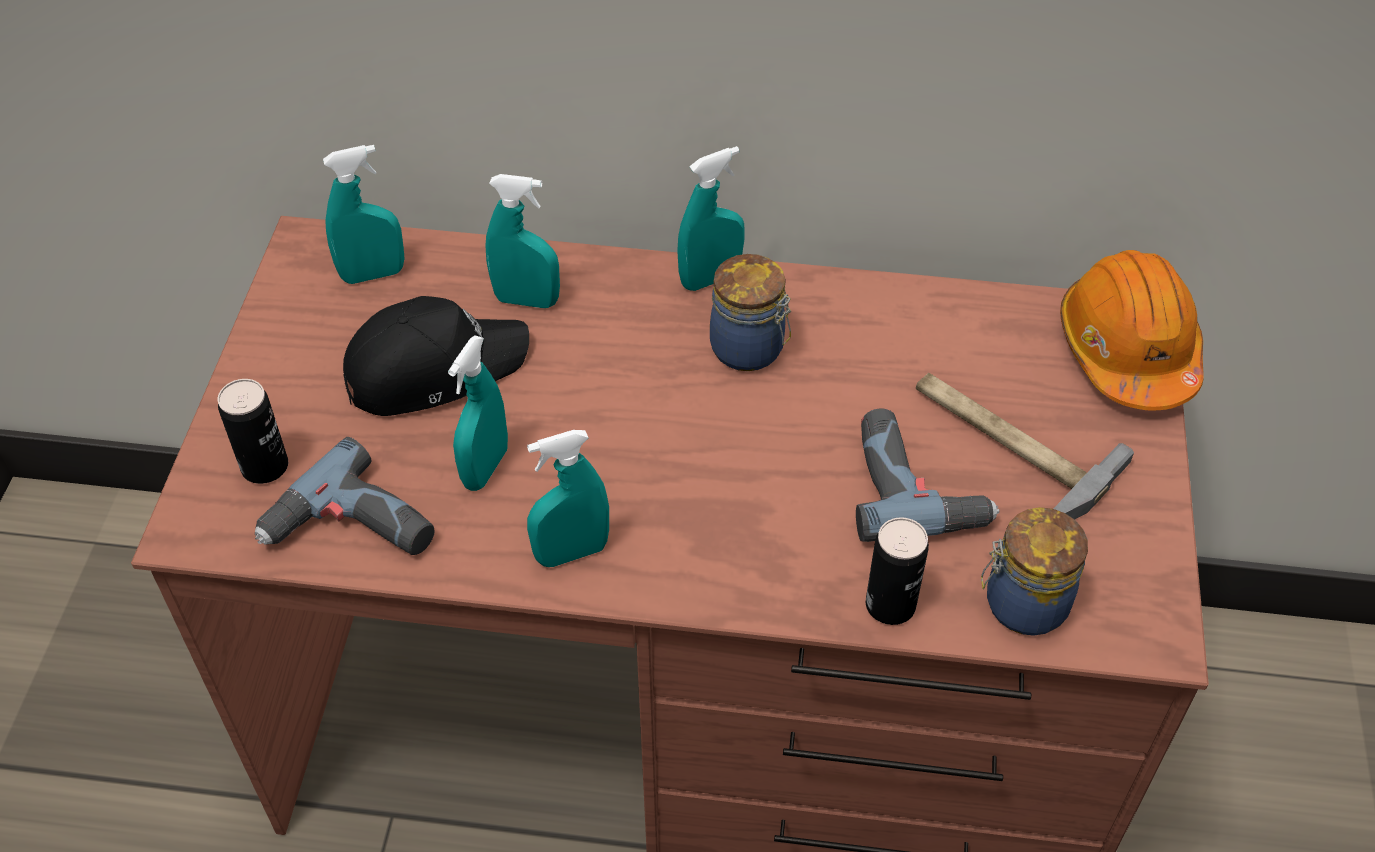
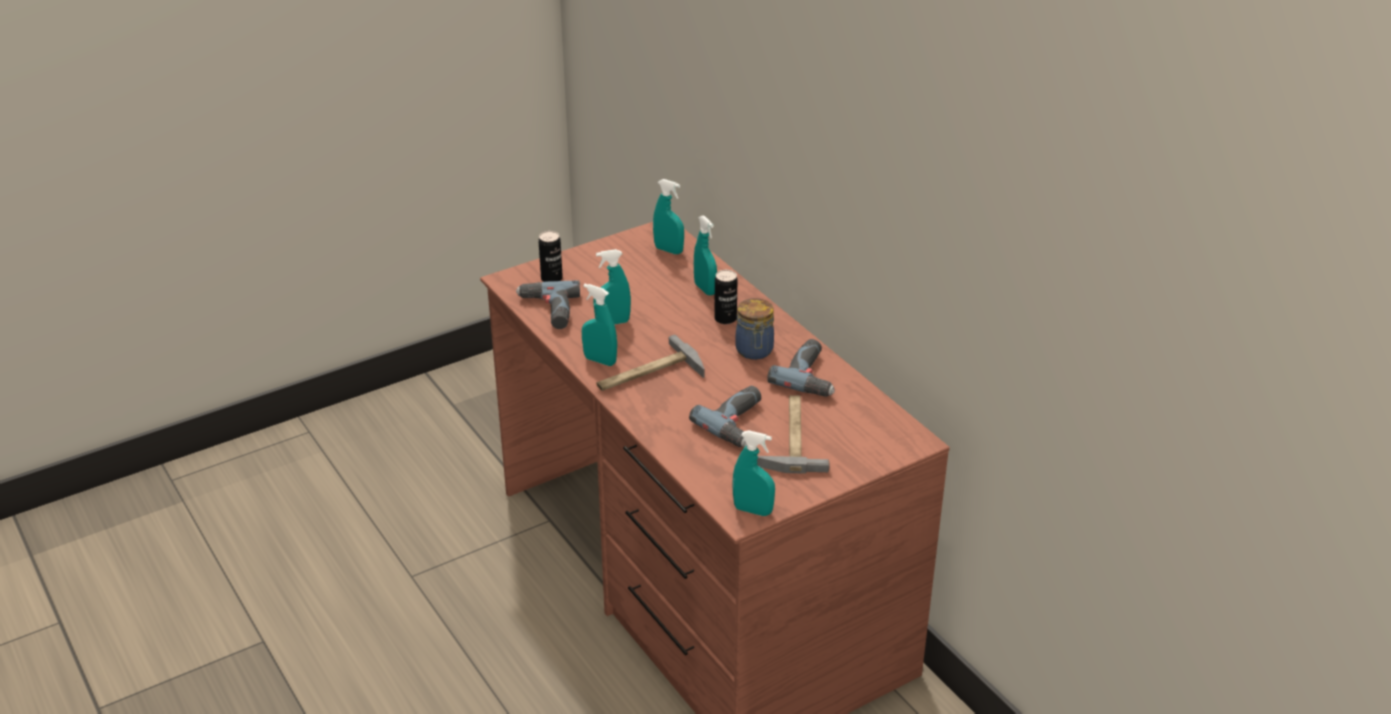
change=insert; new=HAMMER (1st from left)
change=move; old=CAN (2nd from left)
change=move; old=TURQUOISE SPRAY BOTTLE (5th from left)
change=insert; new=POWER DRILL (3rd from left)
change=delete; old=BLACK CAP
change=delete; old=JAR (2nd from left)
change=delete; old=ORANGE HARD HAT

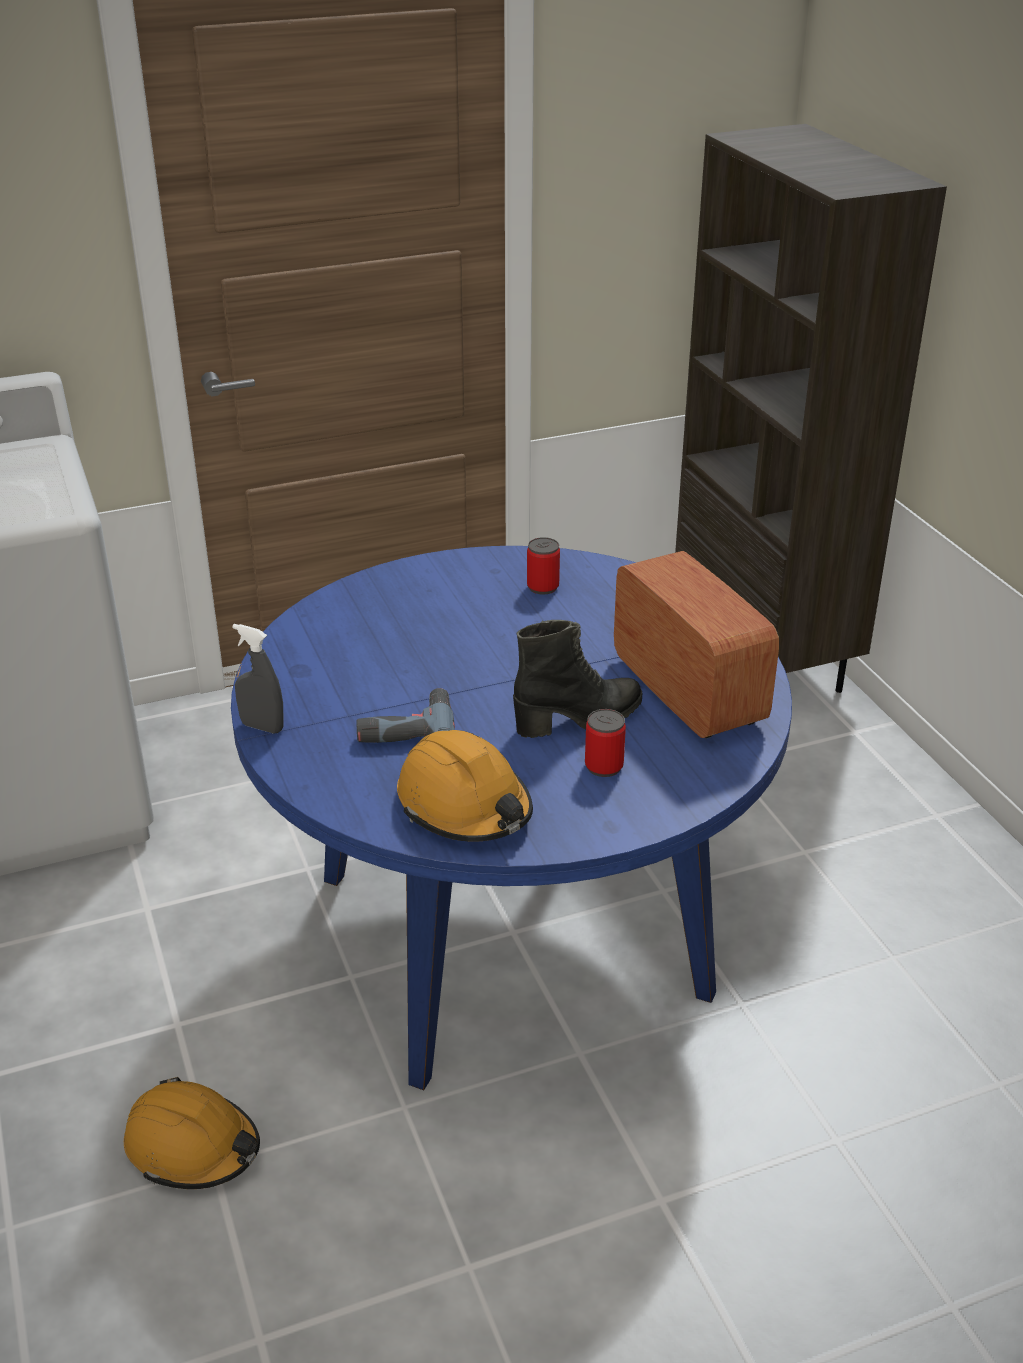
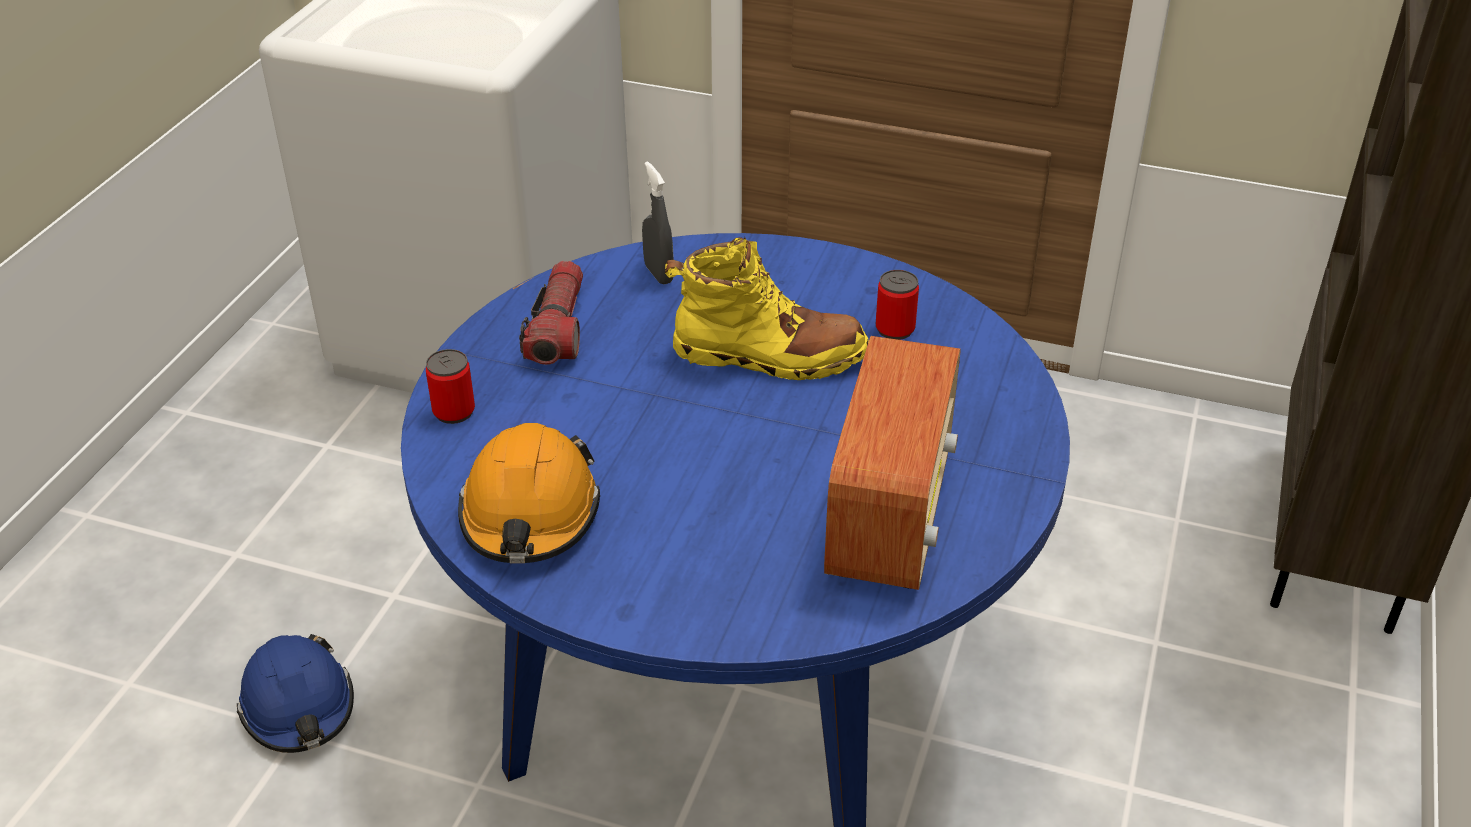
change=recolor; old=ORANGE HARD HAT (1st from left); new=BLUE HARD HAT
change=move; old=CAN (2nd from left in the first image); new=CAN (1st from left)
change=insert; new=FLASHLIGHT
change=move; old=GREY SPRAY BOTTLE
change=insert; new=YELLOW BOOT
change=delete; old=POWER DRILL
change=delete; old=BLACK BOOT

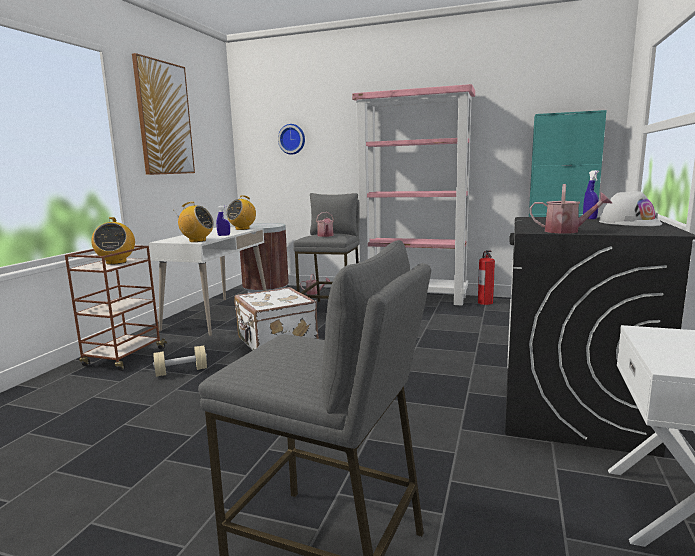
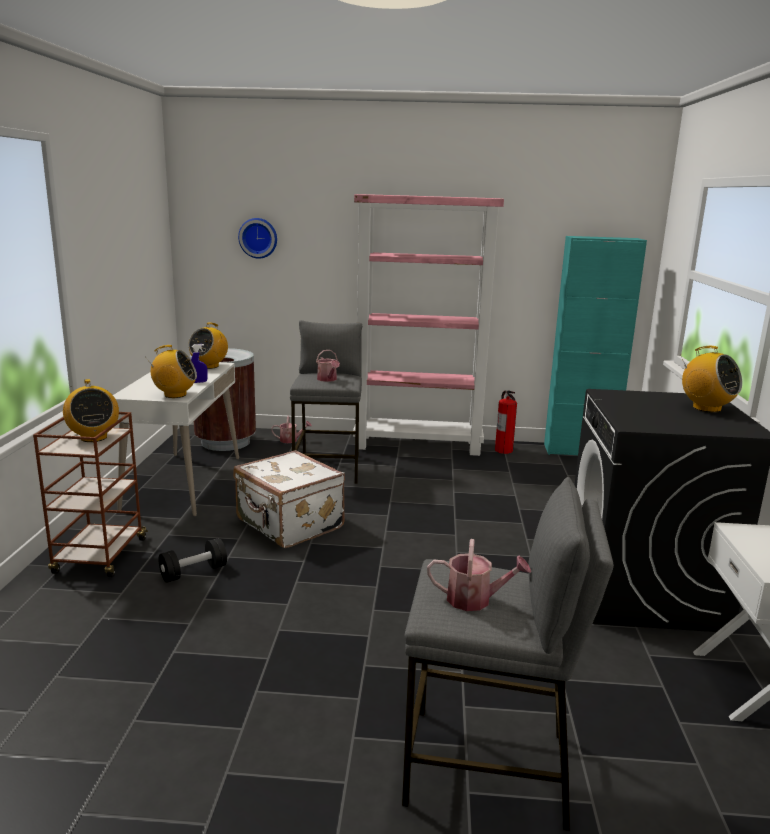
change=recolor; old=BEIGE DUMBBELL; new=BLACK DUMBBELL
change=move; old=WATERING CAN (3rd from left)
change=replace; old=WHITE HARD HAT; new=RADIO (4th from left)
change=delete; old=PICTURE
change=delete; old=BLUE SPRAY BOTTLE (2nd from left)

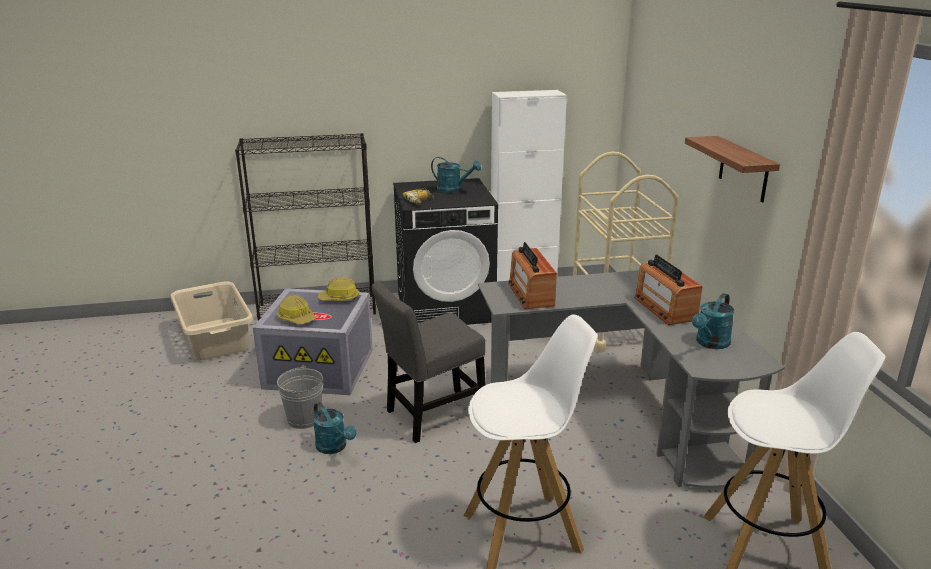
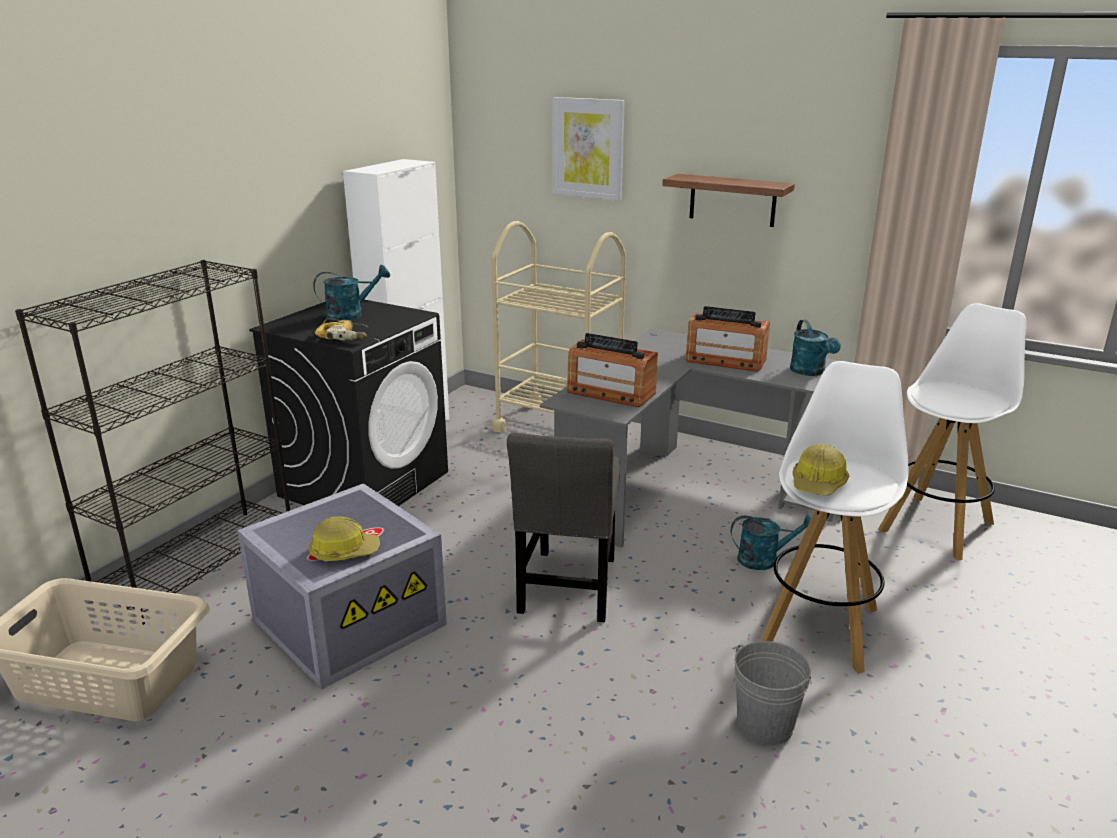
change=insert; new=PICTURE
change=move; old=TURQUOISE WATERING CAN (1st from left in the first image); new=TURQUOISE WATERING CAN (2nd from left)
change=move; old=GREY BUCKET
change=move; old=HARD HAT (2nd from left)

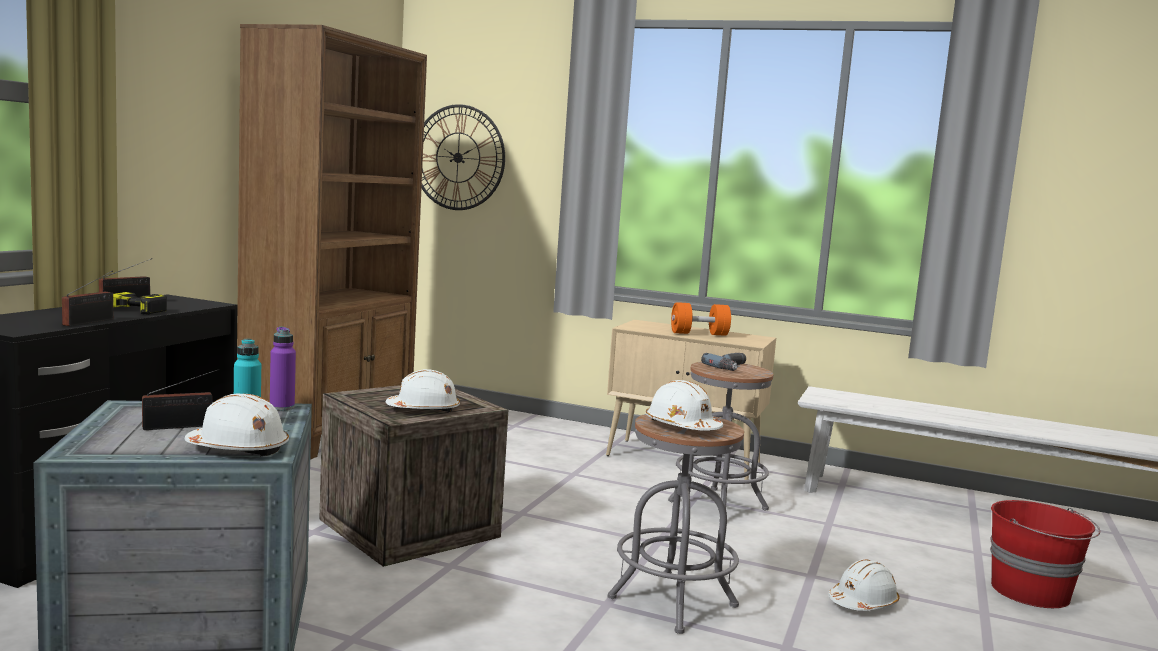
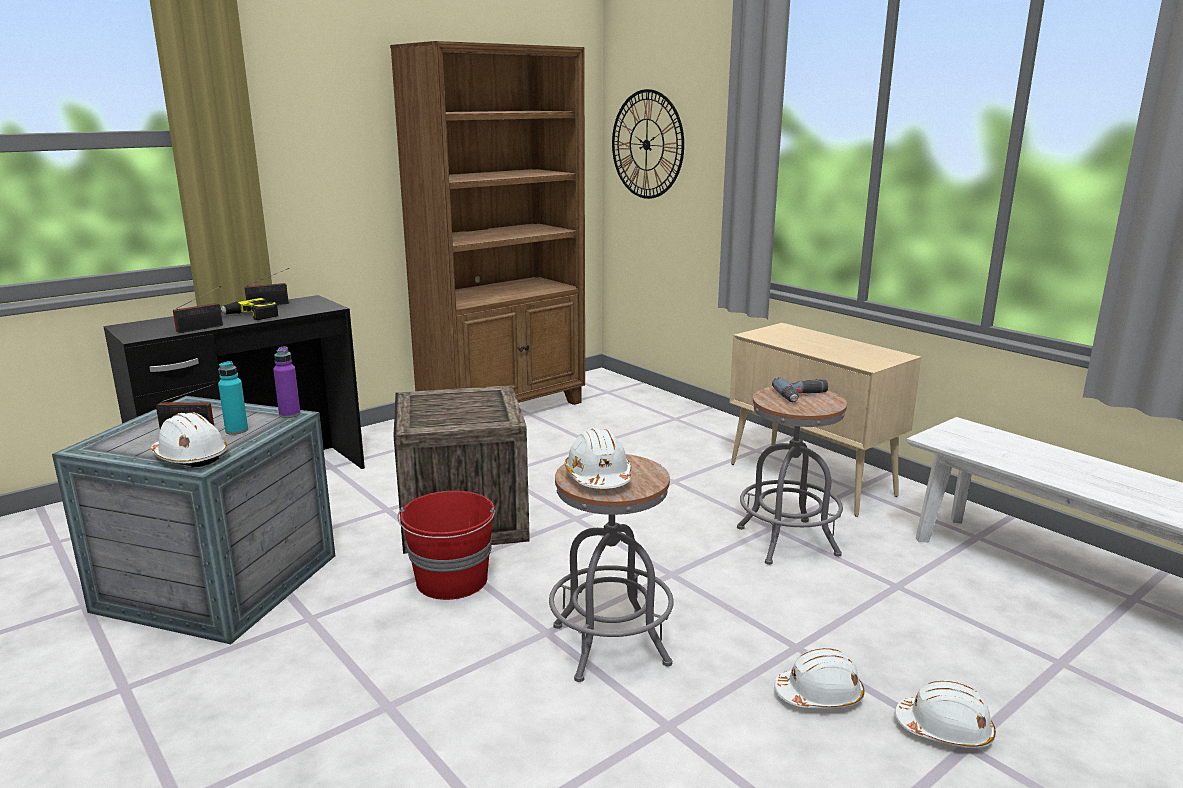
change=move; old=RED BUCKET
change=move; old=WHITE HARD HAT (2nd from left in the first image); new=WHITE HARD HAT (4th from left)
change=delete; old=ORANGE DUMBBELL

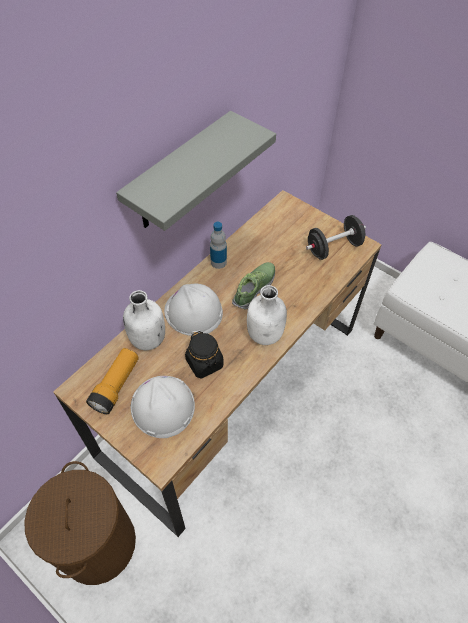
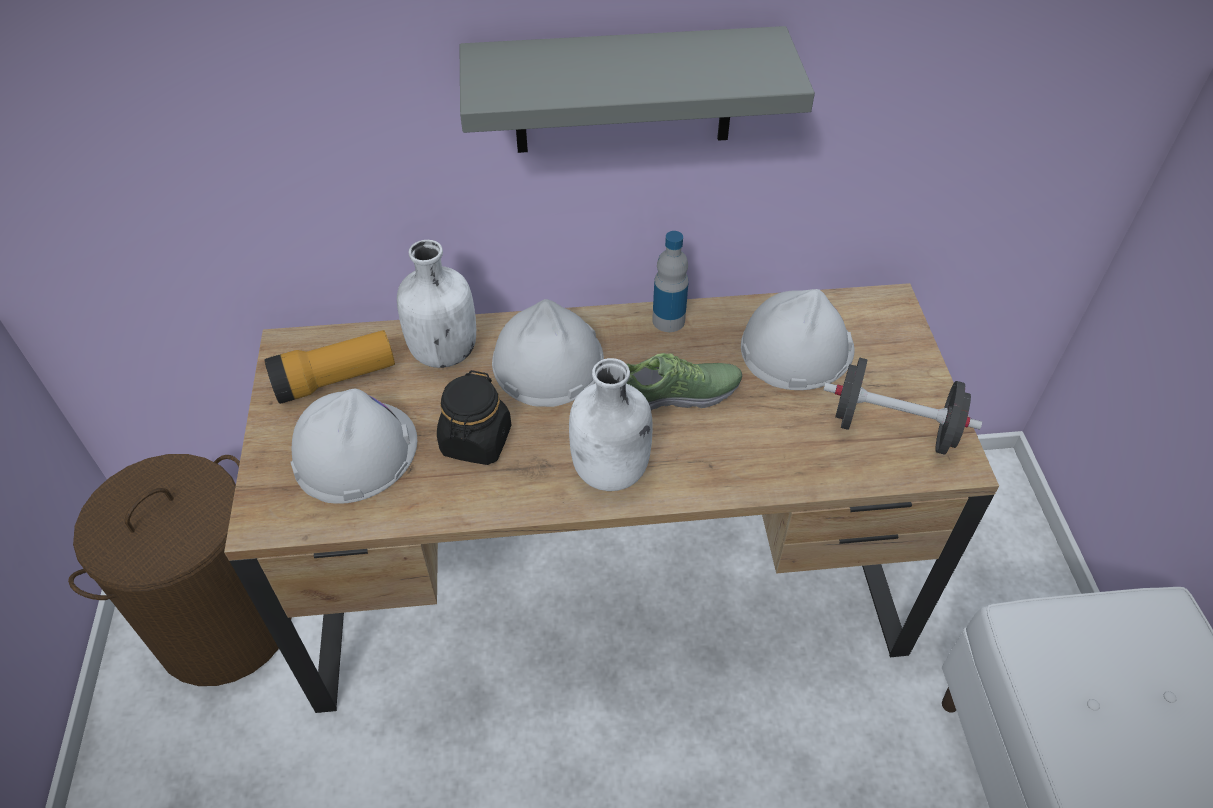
change=insert; new=WHITE HARD HAT (3rd from left)

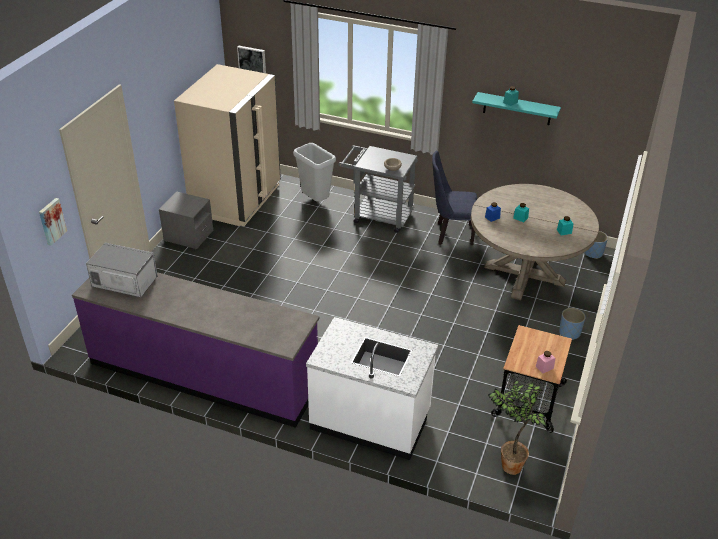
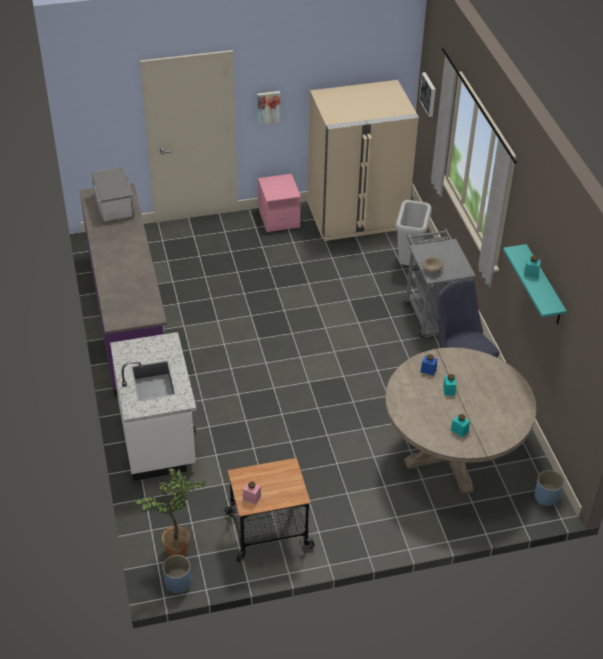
change=move; old=BLUE PLANTER (1st from left)
change=move; old=PICTURE (1st from left)
change=recolor; old=GREY NIGHTSTAND; new=PINK NIGHTSTAND

